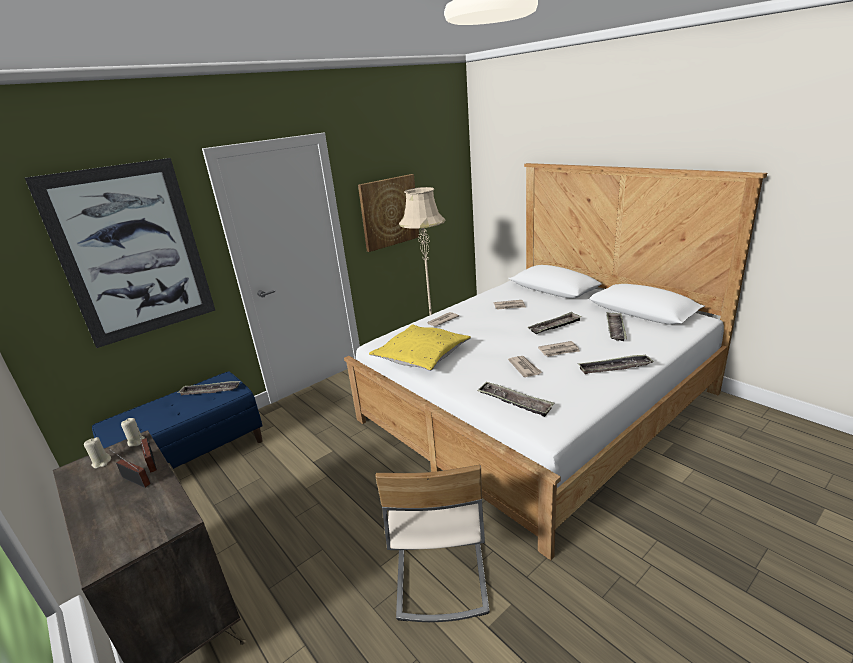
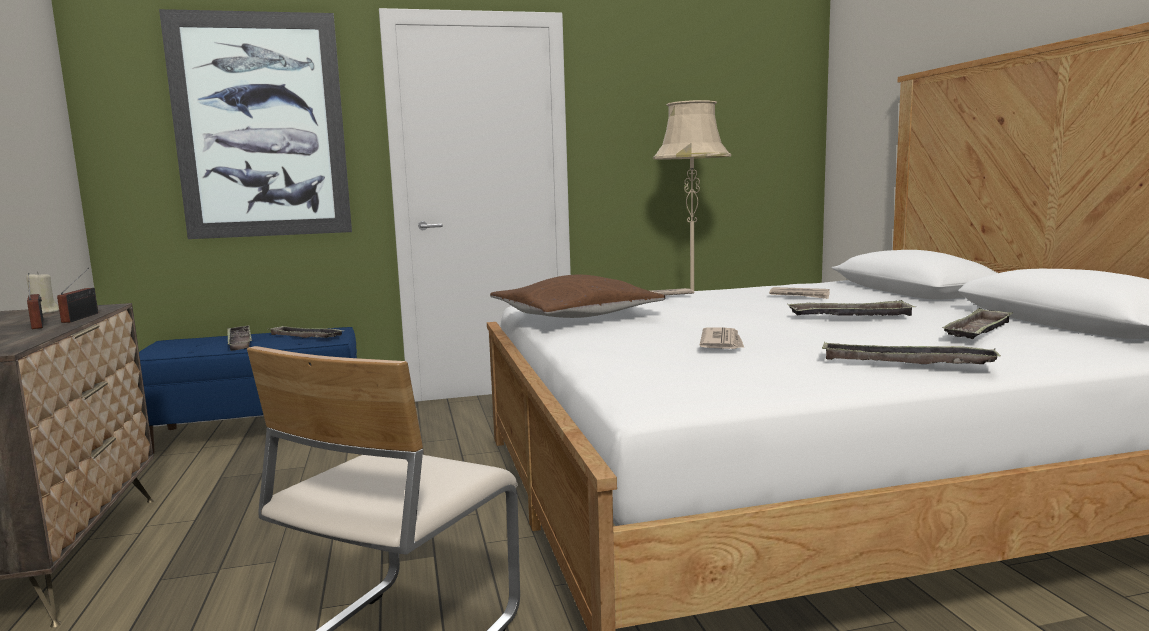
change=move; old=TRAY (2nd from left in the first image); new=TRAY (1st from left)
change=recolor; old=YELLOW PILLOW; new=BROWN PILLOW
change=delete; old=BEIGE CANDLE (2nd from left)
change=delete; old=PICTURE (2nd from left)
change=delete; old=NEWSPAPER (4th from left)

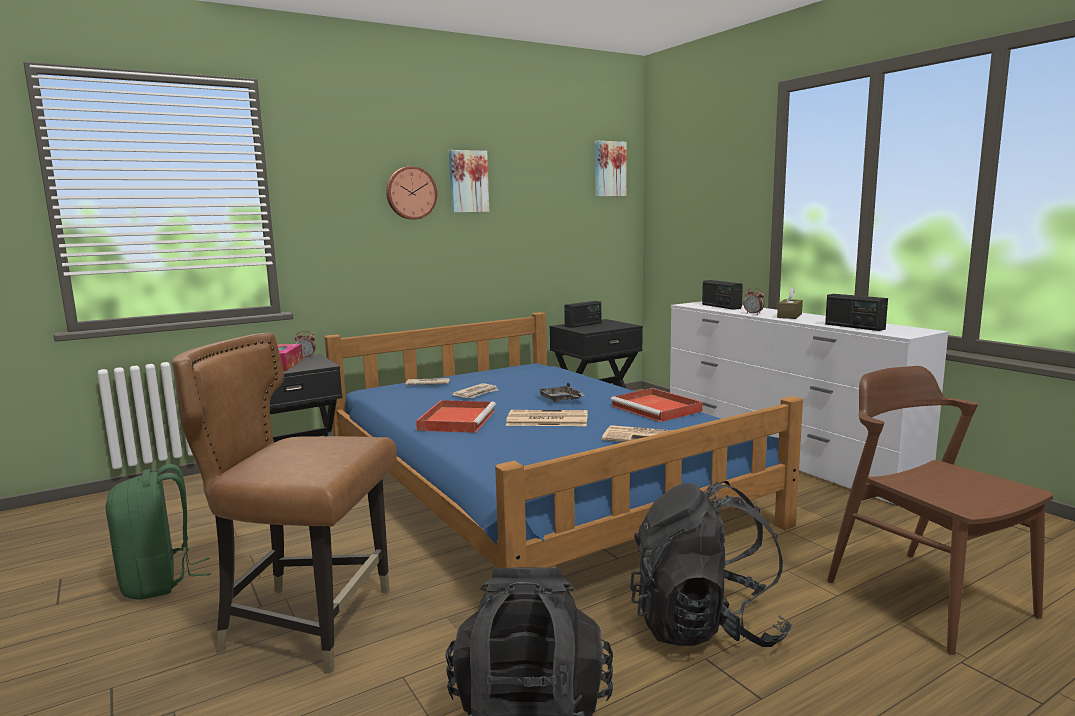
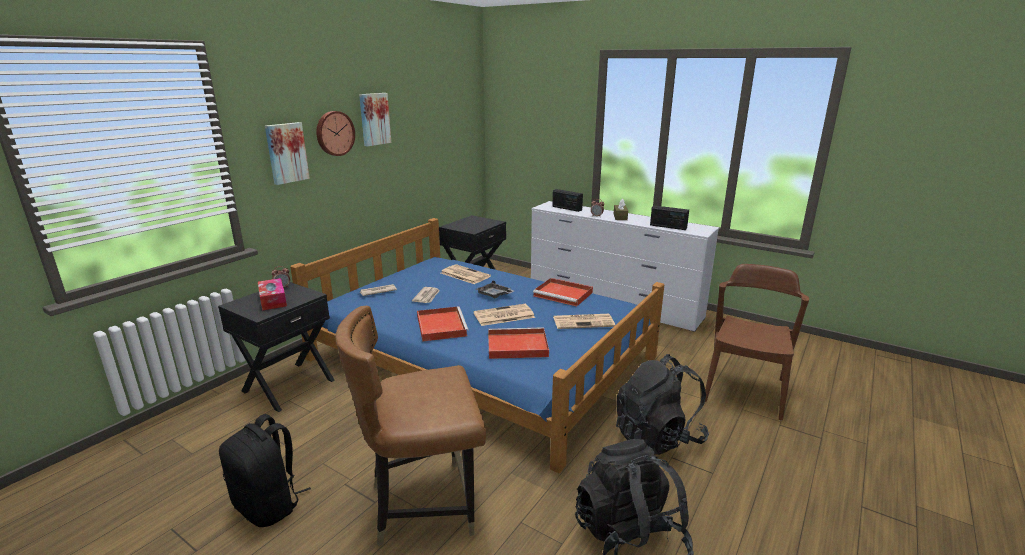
change=recolor; old=GREEN BACKPACK; new=BLACK BACKPACK (1st from left)
change=move; old=PICTURE (2nd from left in the first image); new=PICTURE (1st from left)
change=insert; new=NEWSPAPER (3rd from left)
change=insert; new=RED TRAY (2nd from left)
change=rotate; old=BROWN CHAIR (2nd from left); degrees=75
change=delete; old=RADIO (1st from left)

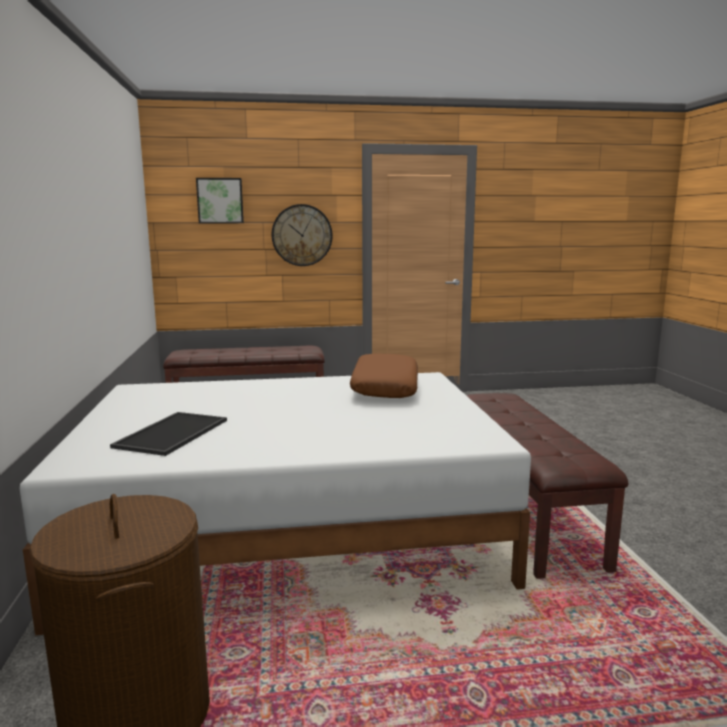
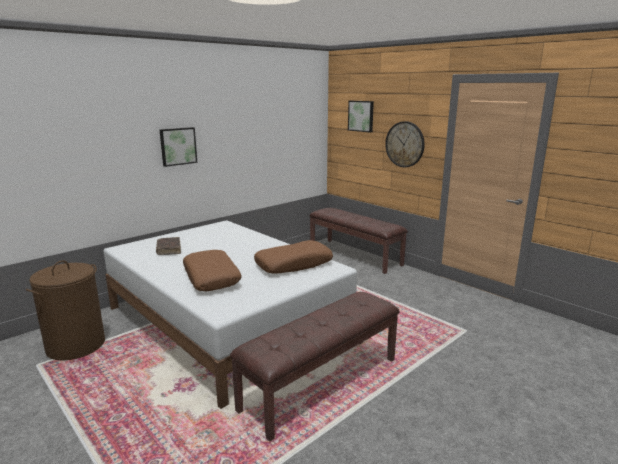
change=replace; old=TRAY; new=BROWN BOOK
change=insert; new=PICTURE (1st from left)
change=insert; new=BROWN PILLOW (1st from left)

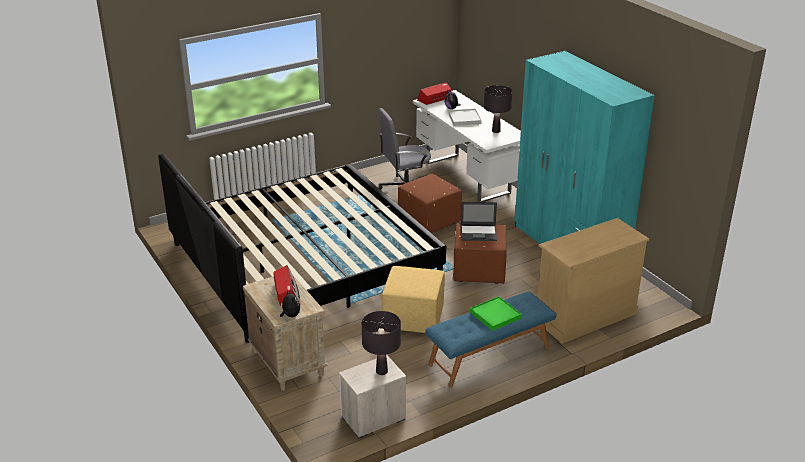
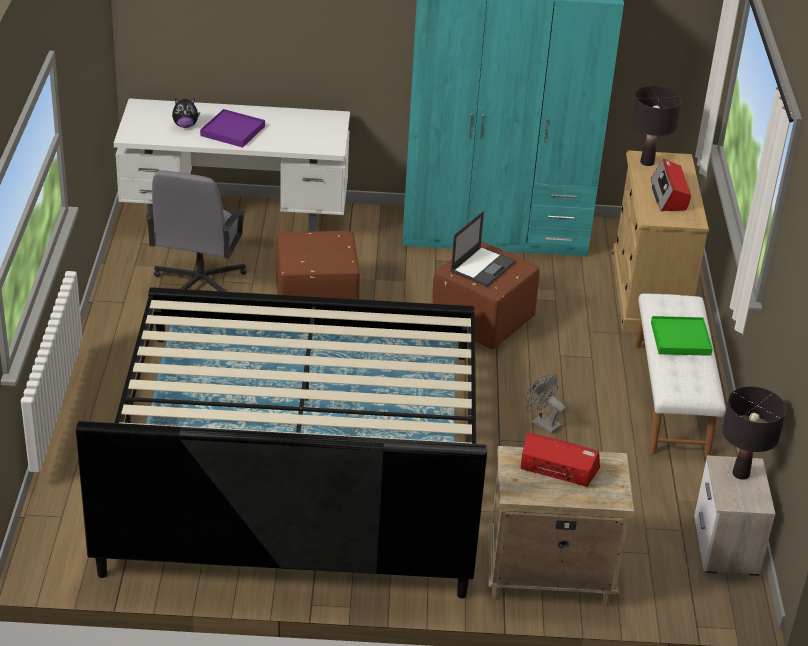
change=recolor; old=WHITE TRAY; new=PURPLE TRAY
change=replace; old=YELLOW OTTOMAN; new=GREY FAN
change=move; old=BLACK TABLE LAMP (2nd from left in the first image); new=BLACK TABLE LAMP (1st from left)
change=recolor; old=BLUE BENCH; new=WHITE BENCH
change=move; old=RADIO (2nd from left)
change=delete; old=PLUSH TOY (1st from left)

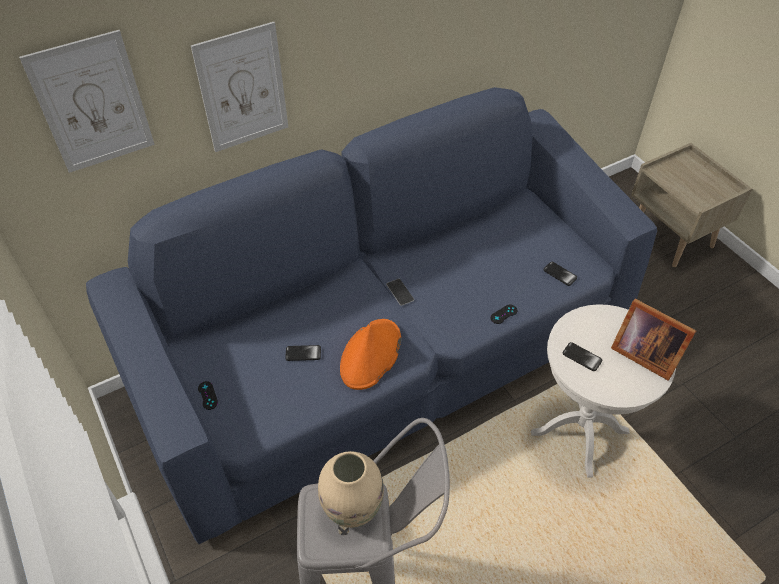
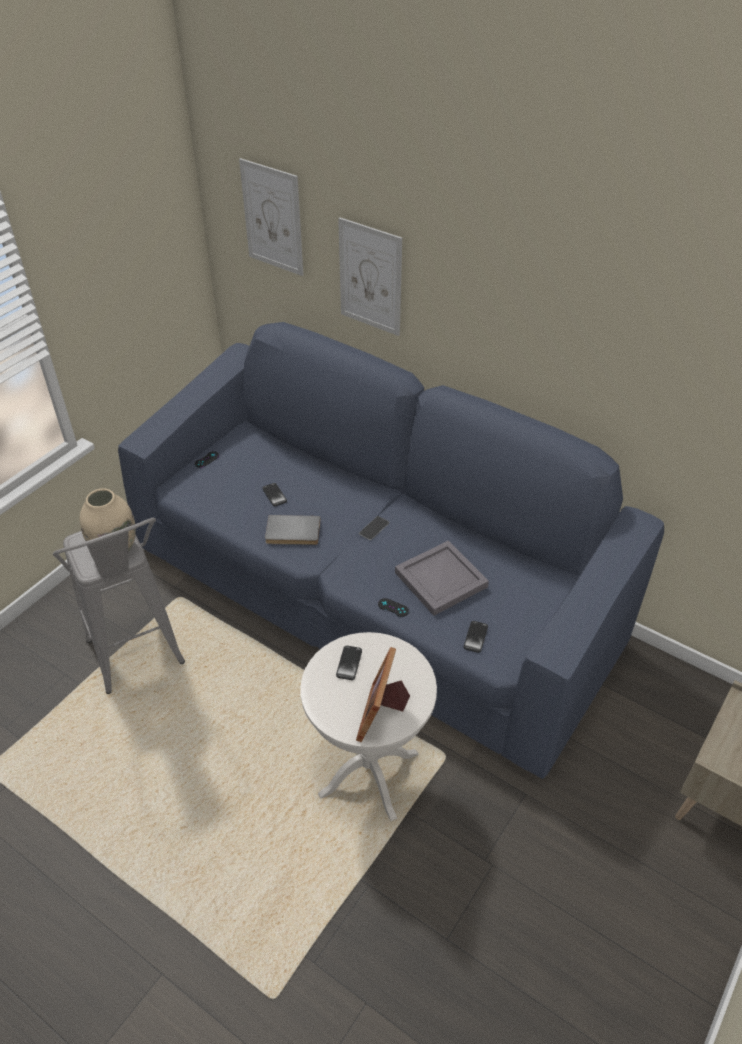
change=replace; old=ORANGE HAT; new=GREY BOOK
change=insert; new=GREY TRAY

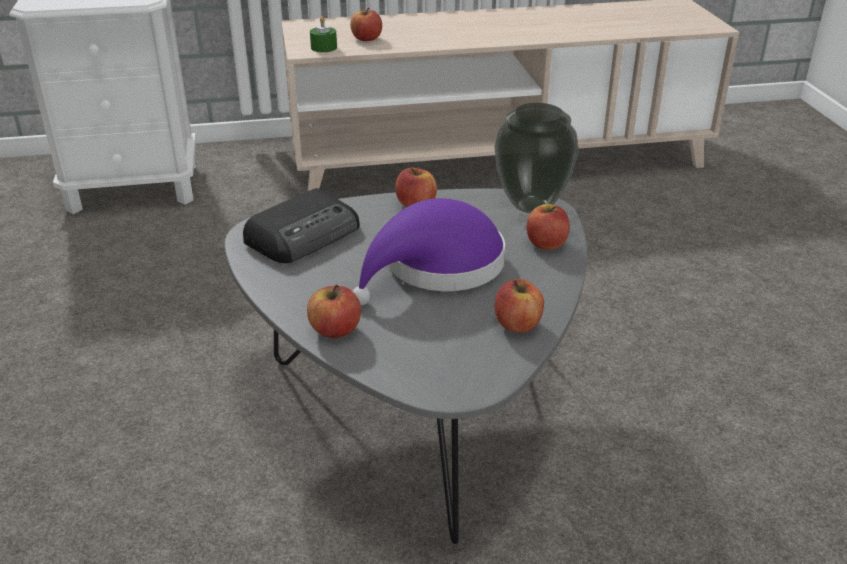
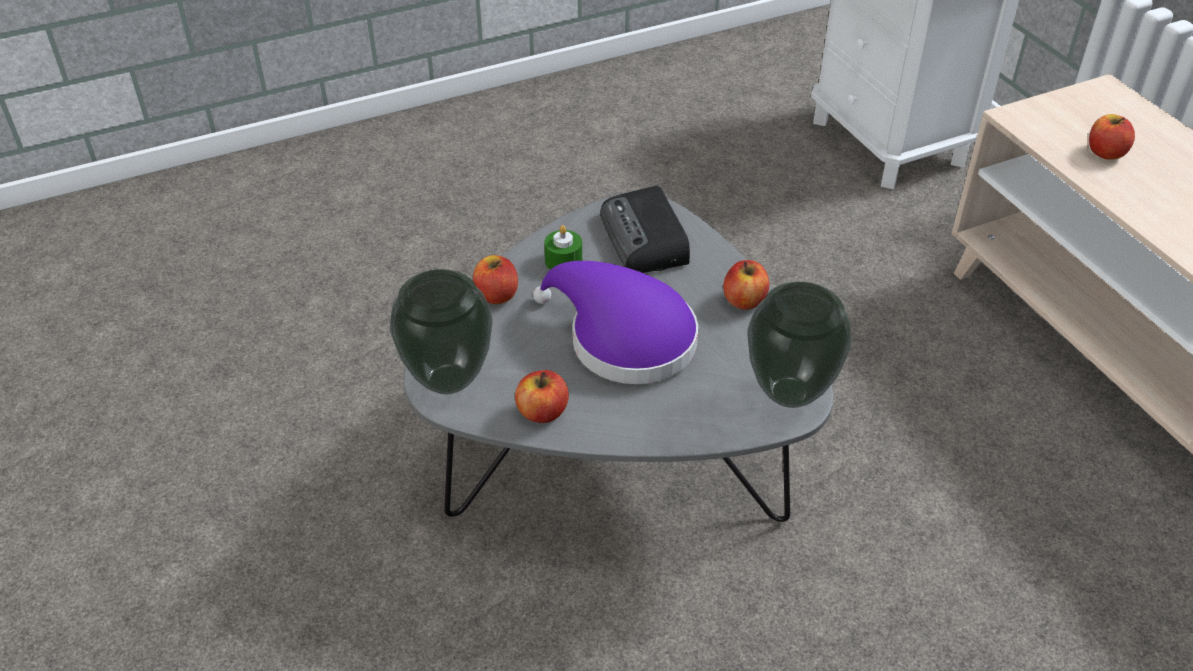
change=insert; new=VASE (1st from left)
change=move; old=GREEN CANDLE
change=rotate; old=RADIO; degrees=45
change=delete; old=APPLE (5th from left)

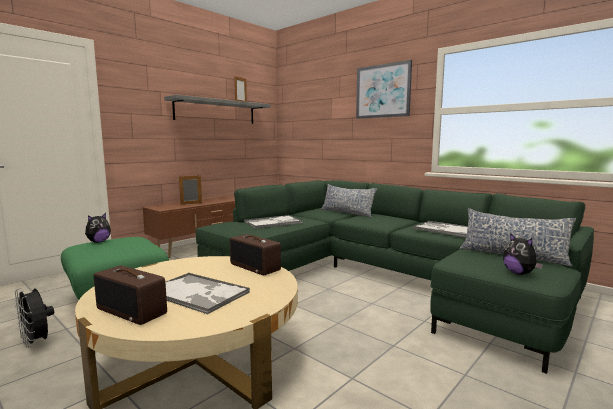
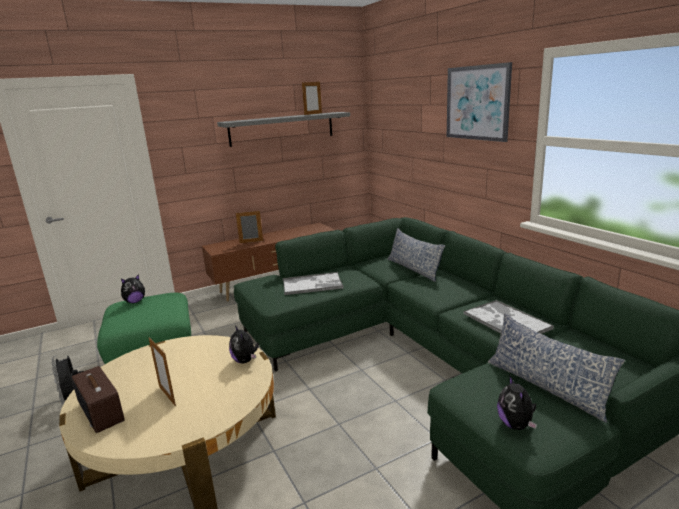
change=replace; old=TRAY (1st from left); new=PICTURE FRAME (1st from left)
change=replace; old=RADIO (2nd from left); new=PLUSH TOY (2nd from left)

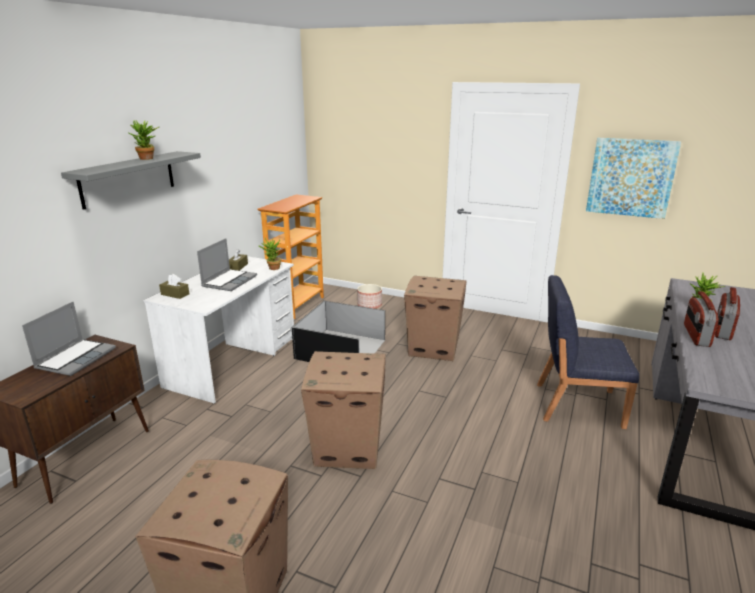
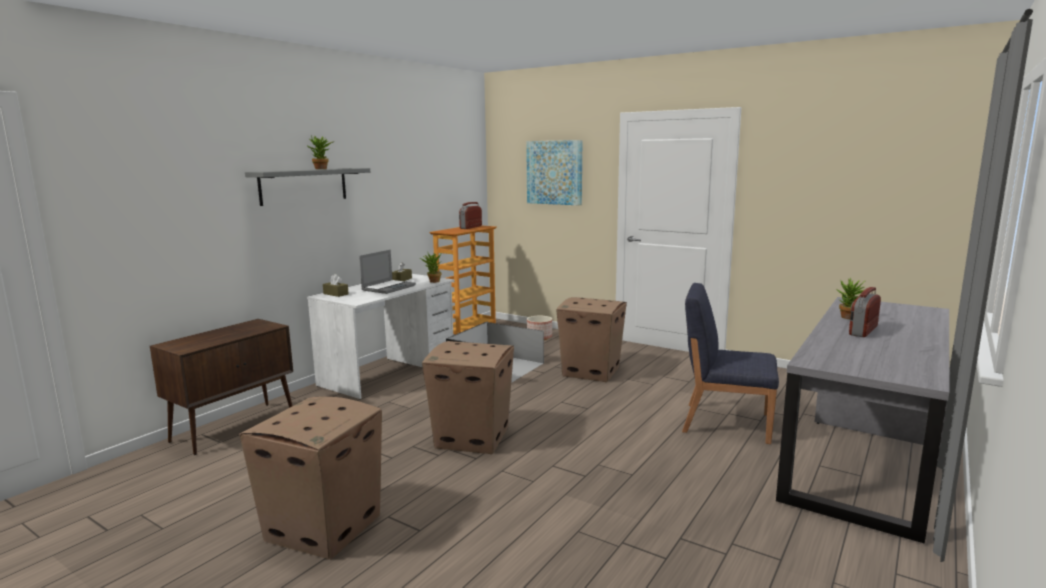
change=move; old=RADIO (1st from left)
change=move; old=PICTURE
change=delete; old=LAPTOP (1st from left)

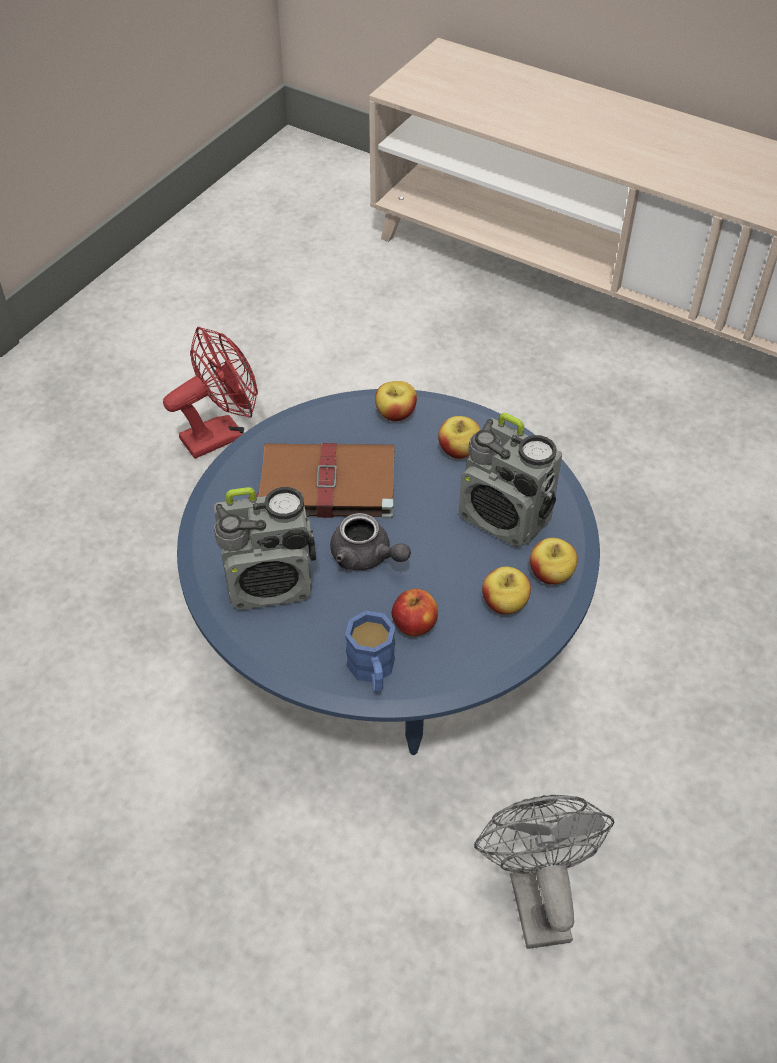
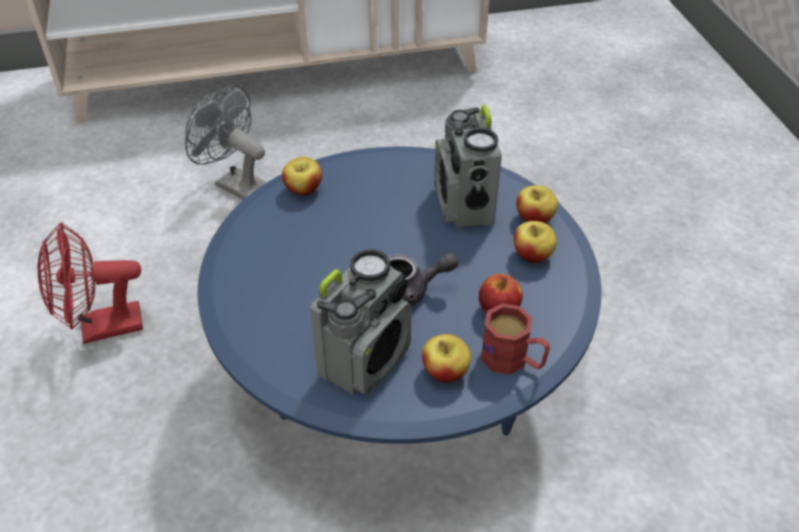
change=rotate; old=RED FAN; degrees=-120
change=move; old=GREY FAN
change=move; old=APPLE (3rd from left in the first image); new=APPLE (2nd from left)
change=rotate; old=RADIO (2nd from left); degrees=90
change=recolor; old=BLUE MUG; new=RED MUG
change=delete; old=BROWN BOOK

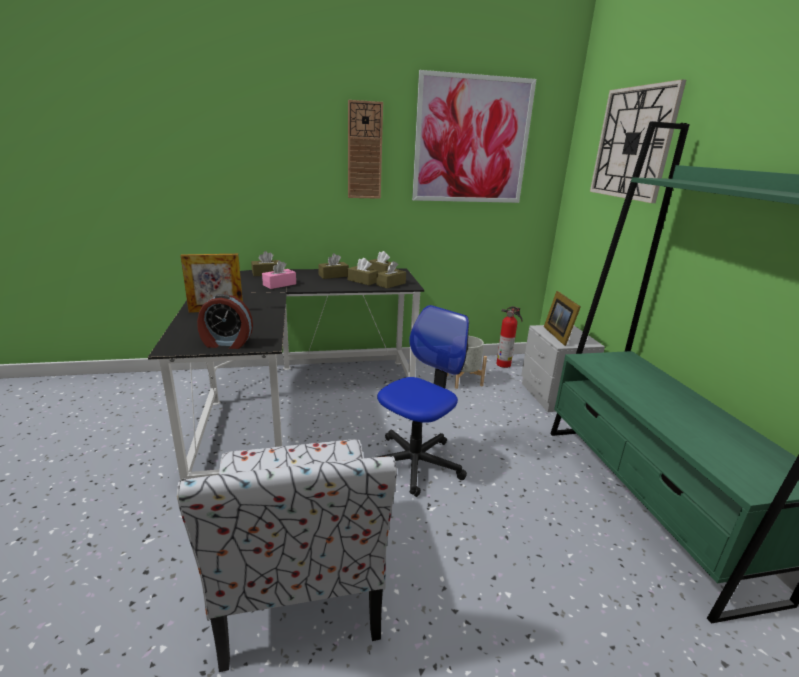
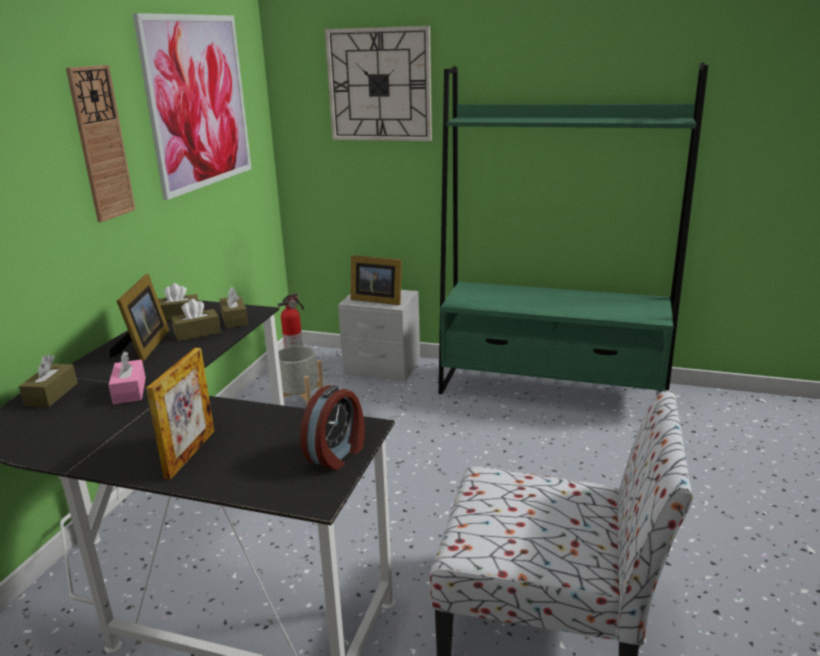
change=replace; old=BROWN TISSUE BOX (2nd from left); new=PICTURE FRAME (1st from left)
change=delete; old=OFFICE CHAIR

